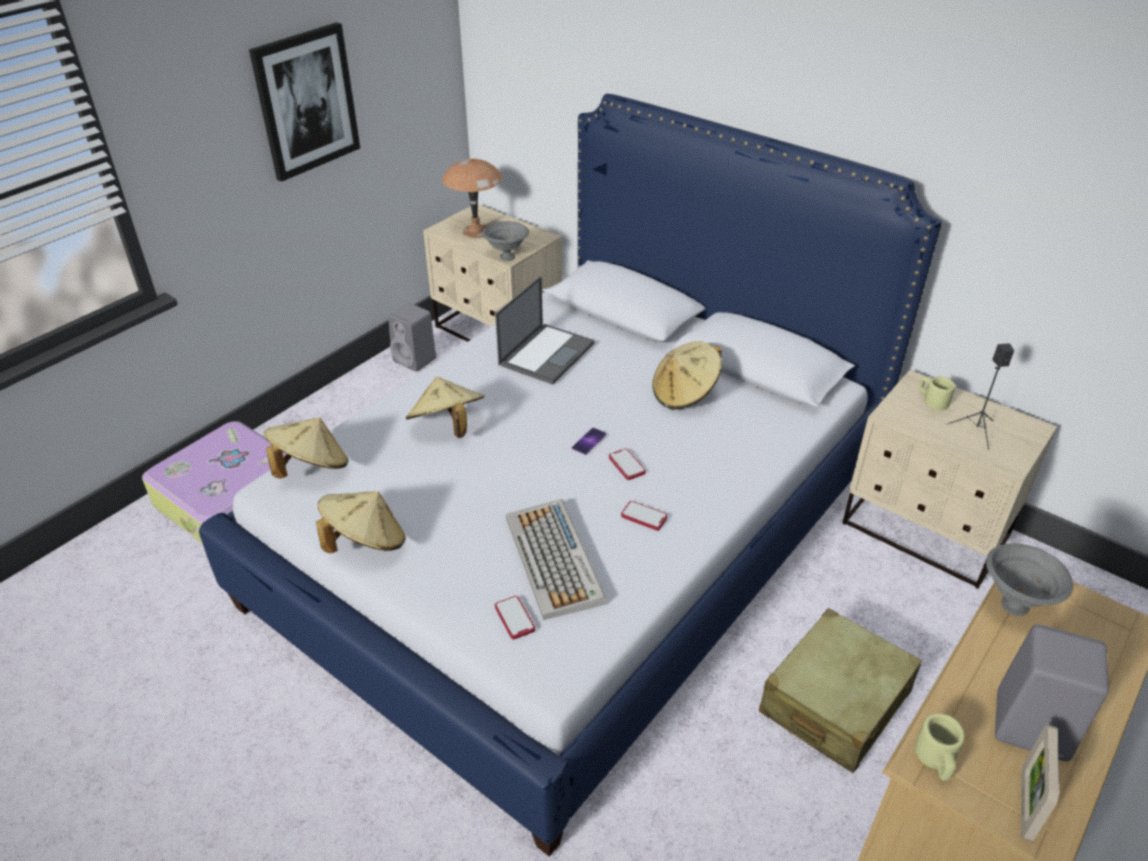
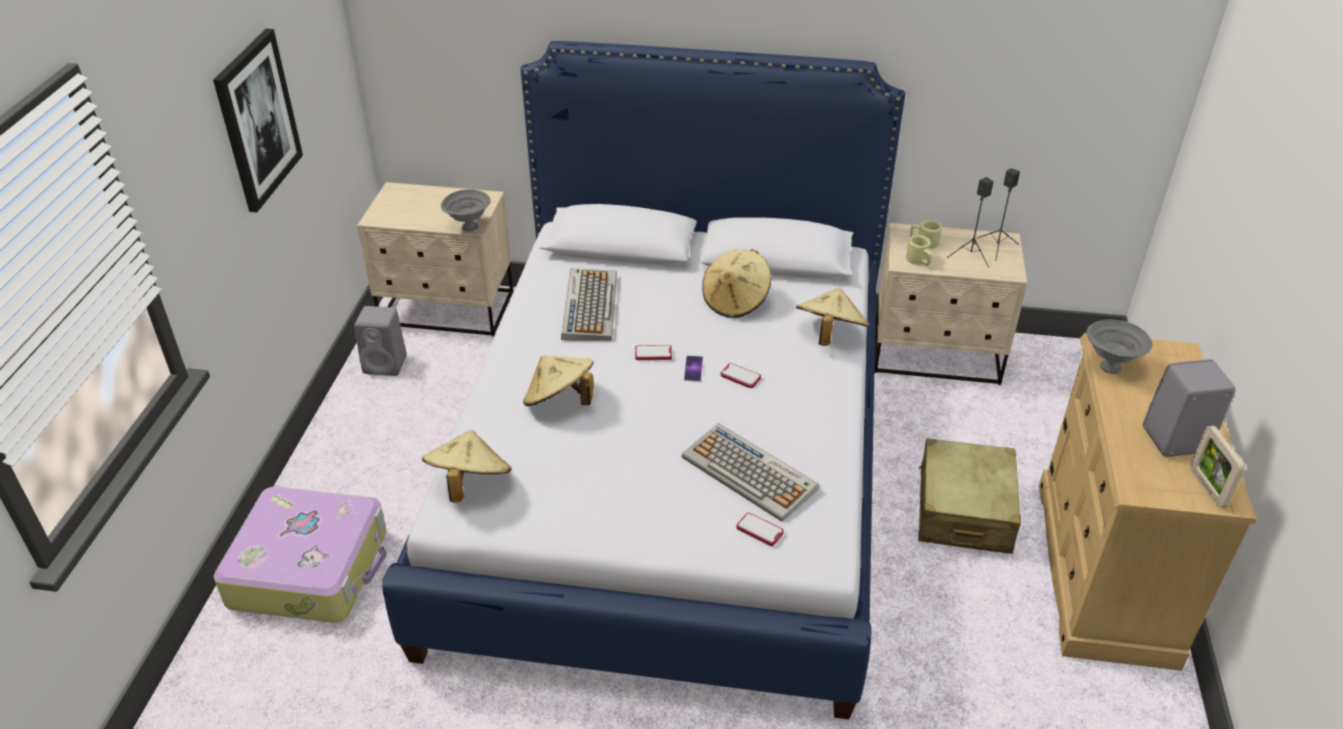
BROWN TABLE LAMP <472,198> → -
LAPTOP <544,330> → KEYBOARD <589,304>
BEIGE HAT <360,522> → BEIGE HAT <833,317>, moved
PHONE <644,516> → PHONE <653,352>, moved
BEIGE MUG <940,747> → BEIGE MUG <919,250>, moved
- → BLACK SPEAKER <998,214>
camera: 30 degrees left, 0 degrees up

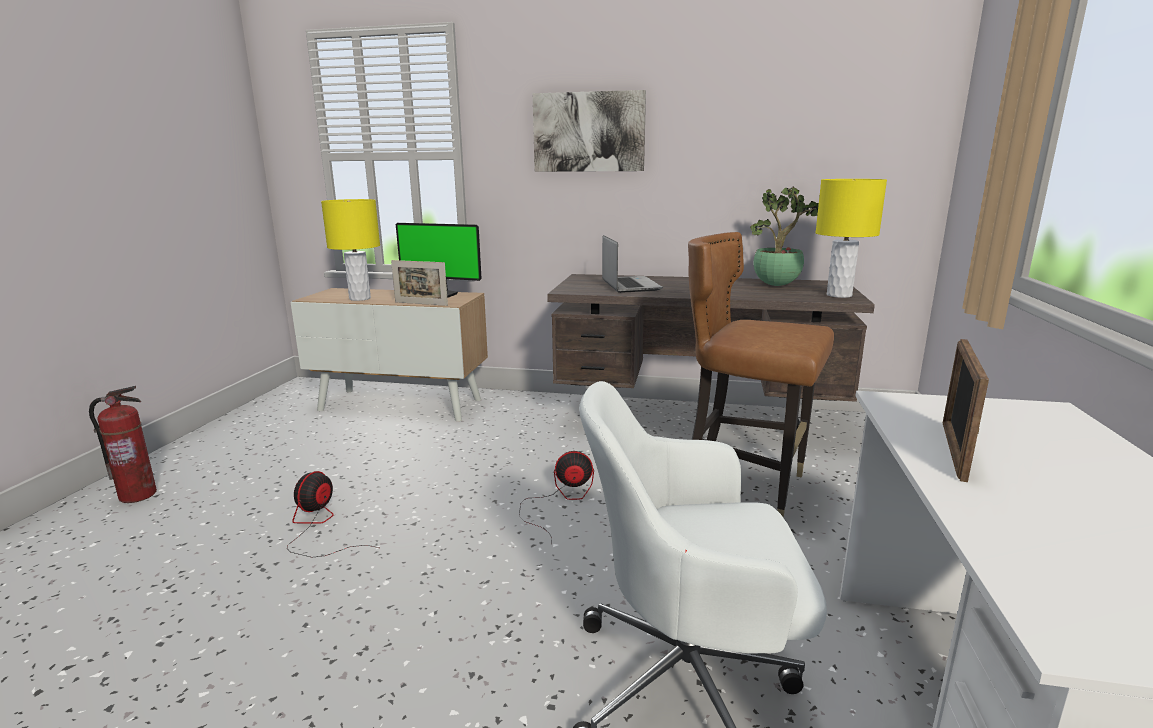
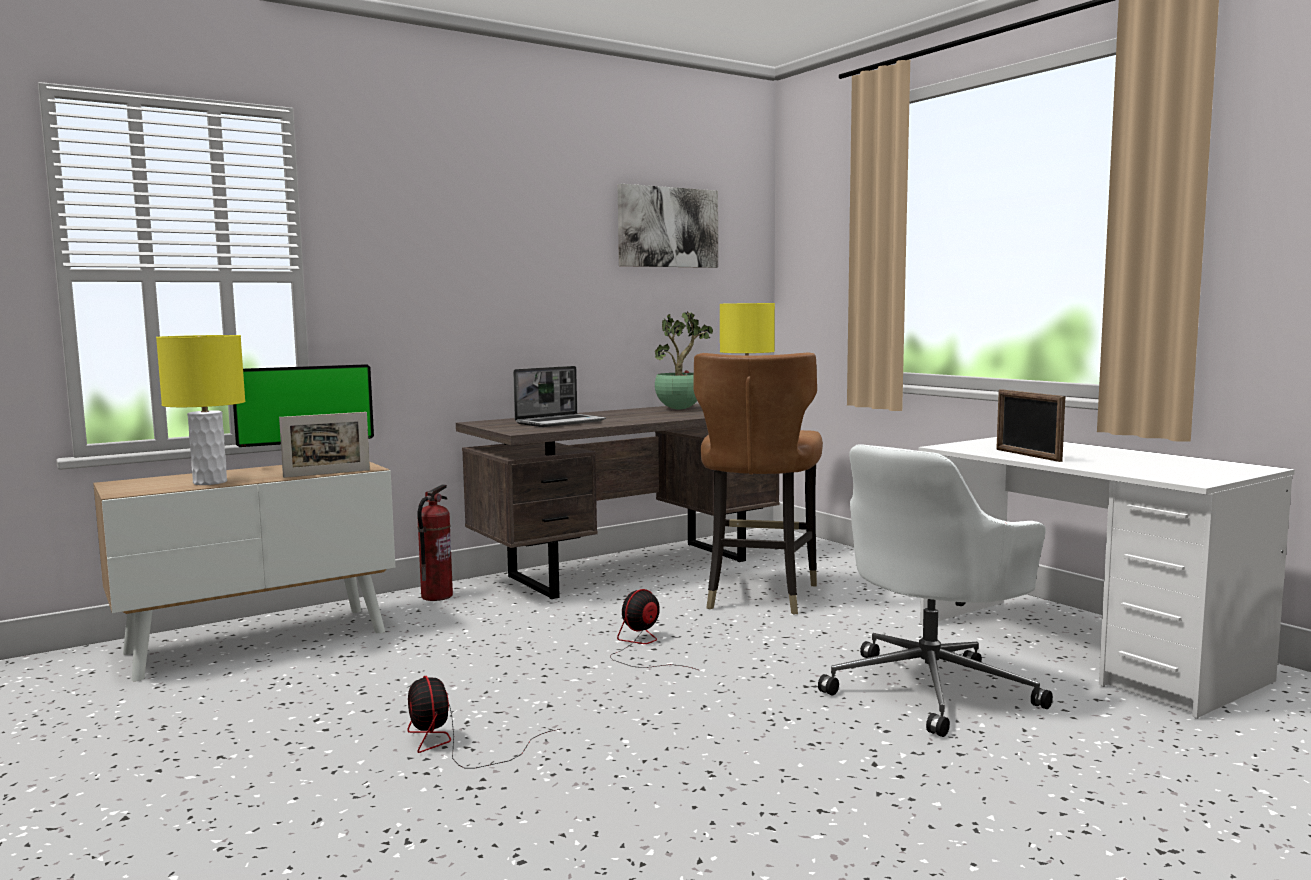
PICTURE <589,131> → PICTURE <668,226>, moved
BROWN CHAIR <761,375> → BROWN CHAIR <758,483>, 60 degrees counterclockwise
LAPTOP <632,264> → LAPTOP <559,396>, 105 degrees clockwise
FIRE EXTINGUISHER <123,444> → FIRE EXTINGUISHER <435,542>, moved
camera: 45 degrees left, 10 degrees down

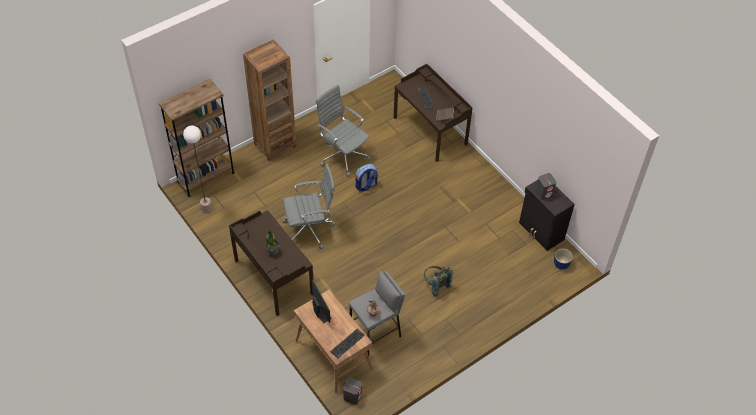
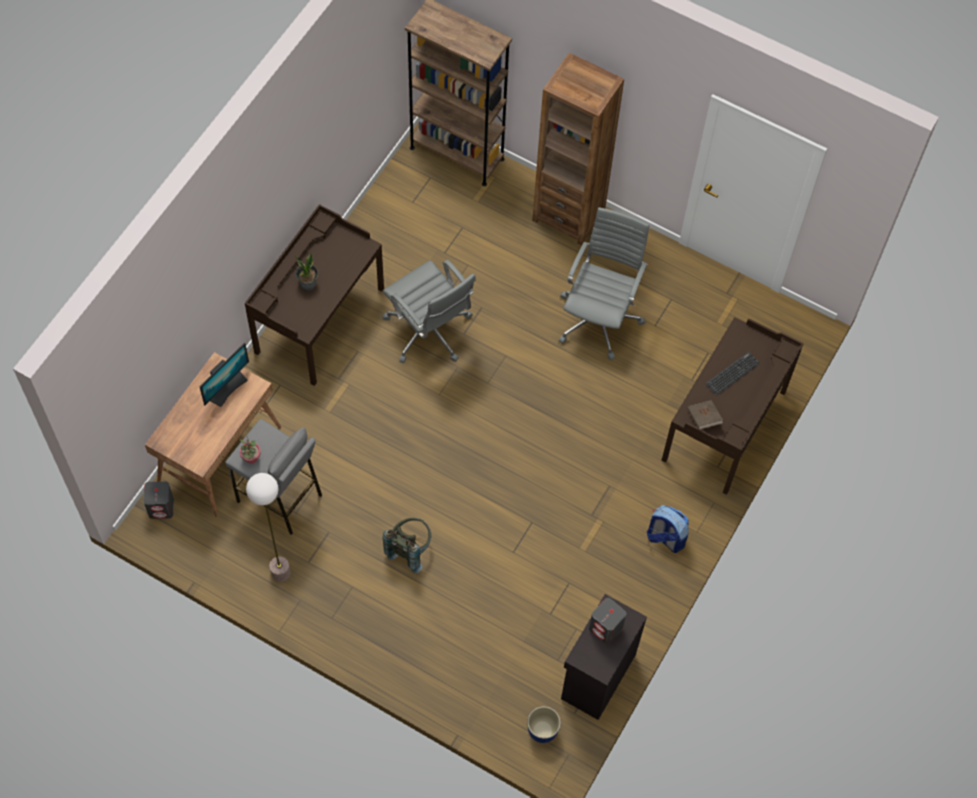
FLOOR LAMP <197,168> → FLOOR LAMP <268,527>, moved
BACKPACK <366,178> → BACKPACK <668,529>, moved
KEYBOARD <347,343> → -
camera: 65 degrees right, 10 degrees up

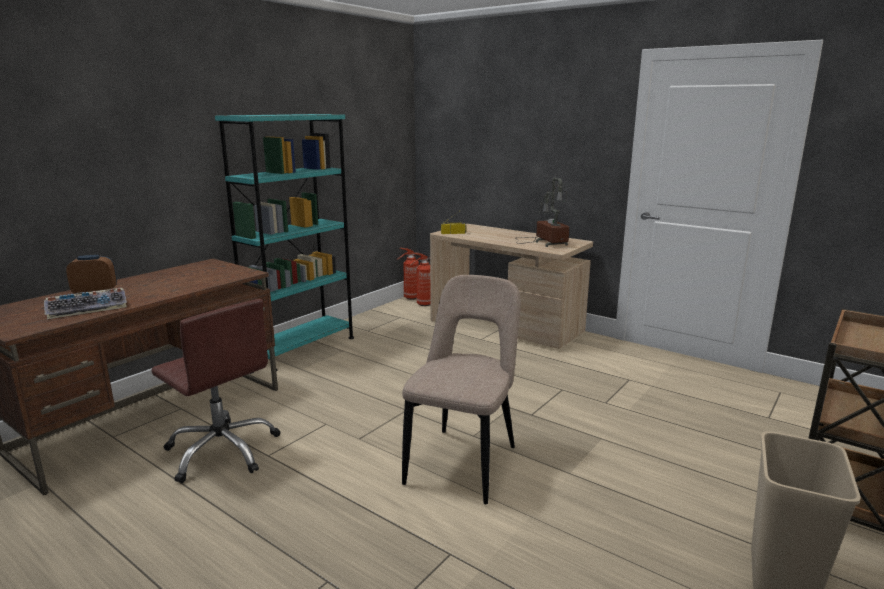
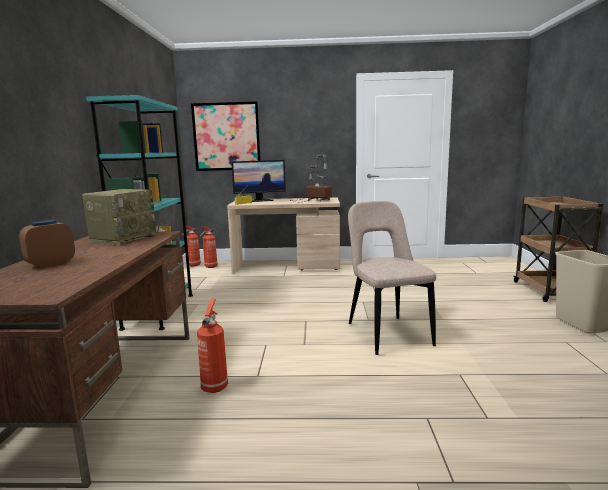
KEYBOARD <85,303> → -
BROWN OFFICE CHAIR <215,391> → FIRE EXTINGUISHER <212,346>
- → PICTURE <226,136>
- → MONITOR <258,181>
- → RADIO <120,217>
camera: 35 degrees left, 5 degrees down

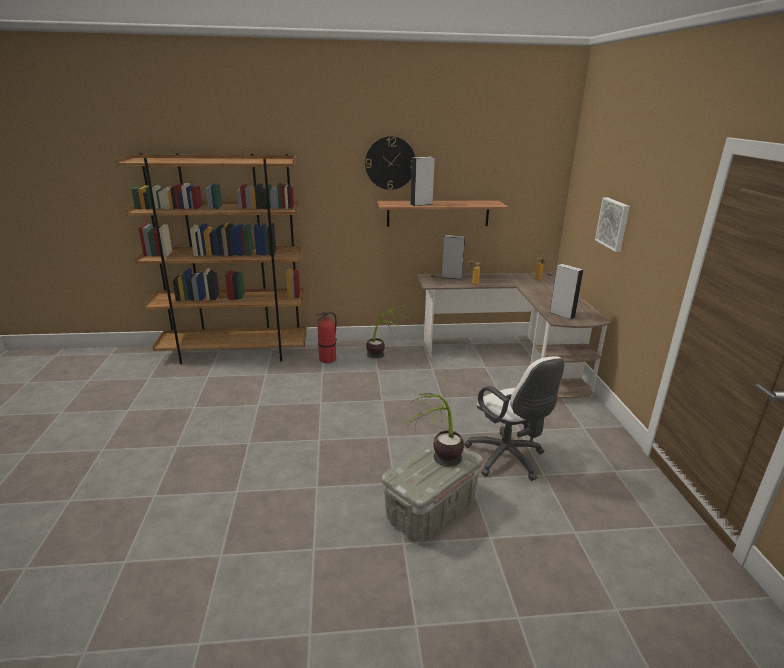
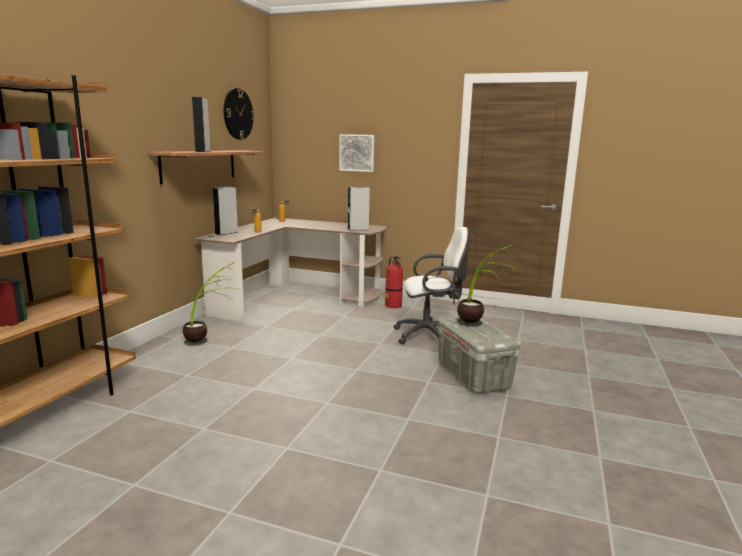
WALL CLOCK <390,163> → WALL CLOCK <239,114>, moved
FIRE EXTINGUISHER <326,337> → FIRE EXTINGUISHER <394,282>, moved
camera: 65 degrees left, 10 degrees down

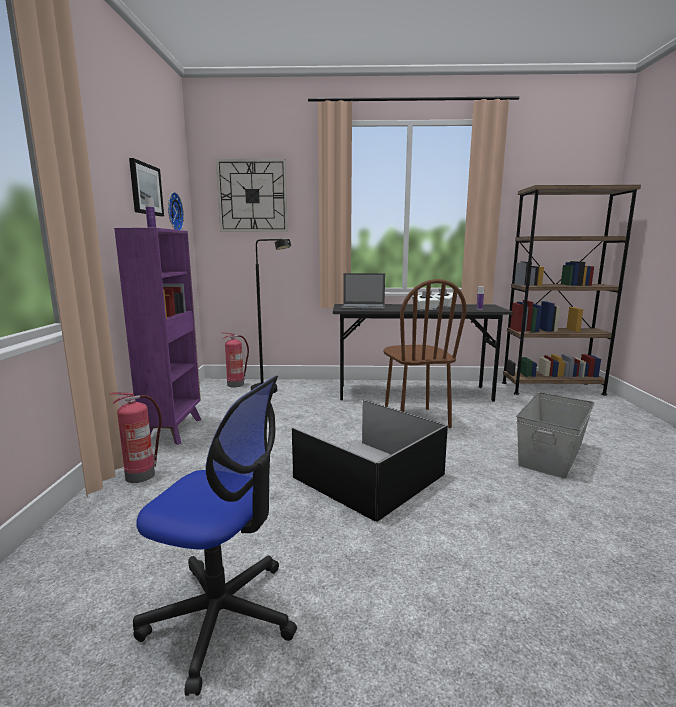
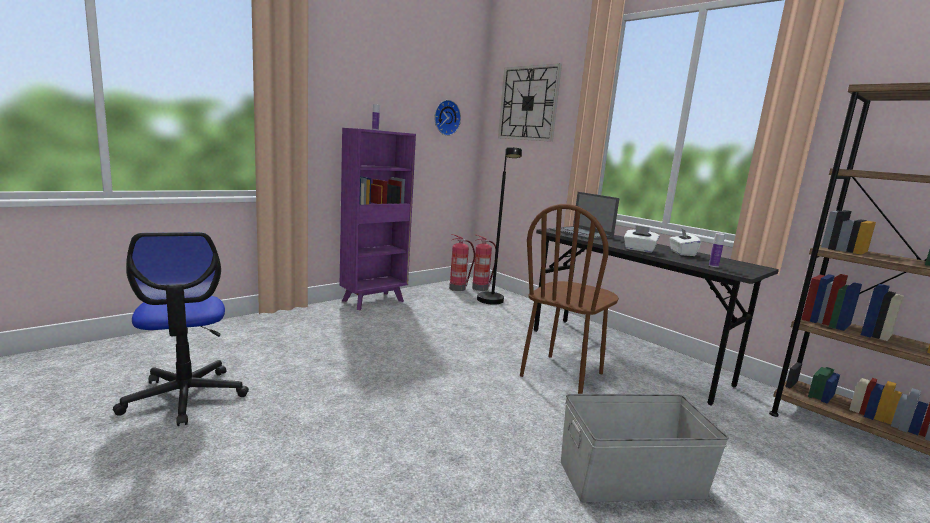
PICTURE <146,187> → -
FIRE EXTINGUISHER <135,438> → FIRE EXTINGUISHER <462,262>, moved
BLACK STORAGE BOX <370,461> → -
camera: 45 degrees right, 0 degrees up

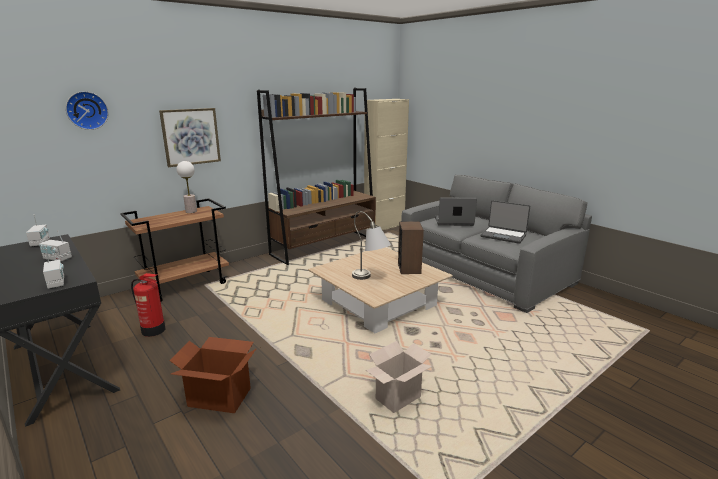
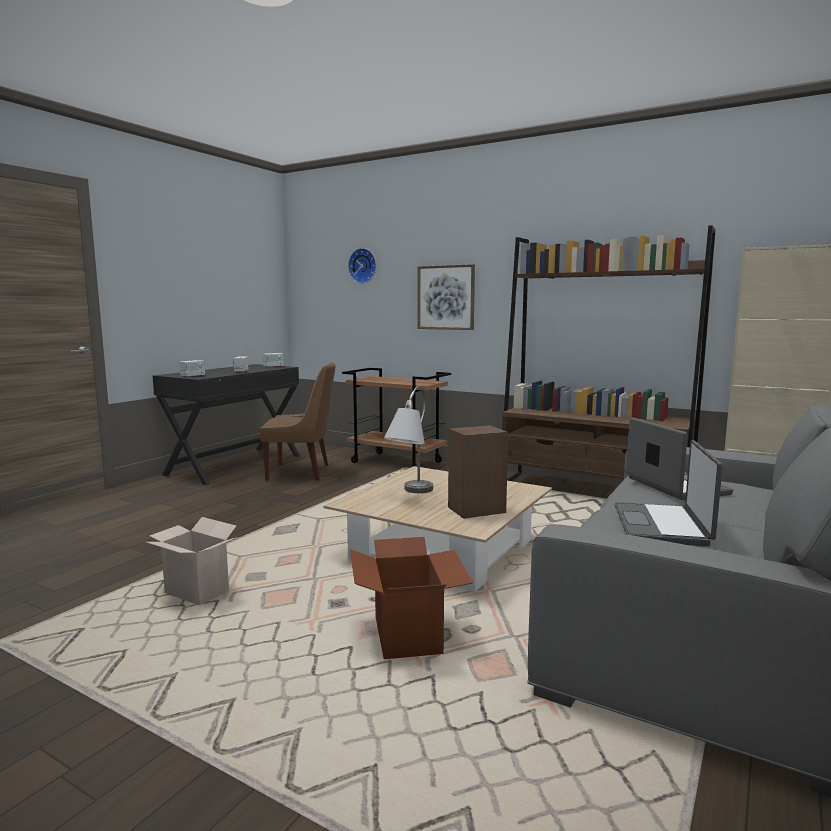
TABLE LAMP <187,187> → -
FIRE EXTINGUISHER <148,305> → BROWN CHAIR <297,421>
CARDBOARD BOX <213,375> → CARDBOARD BOX <411,598>, moved
camera: 70 degrees right, 10 degrees down

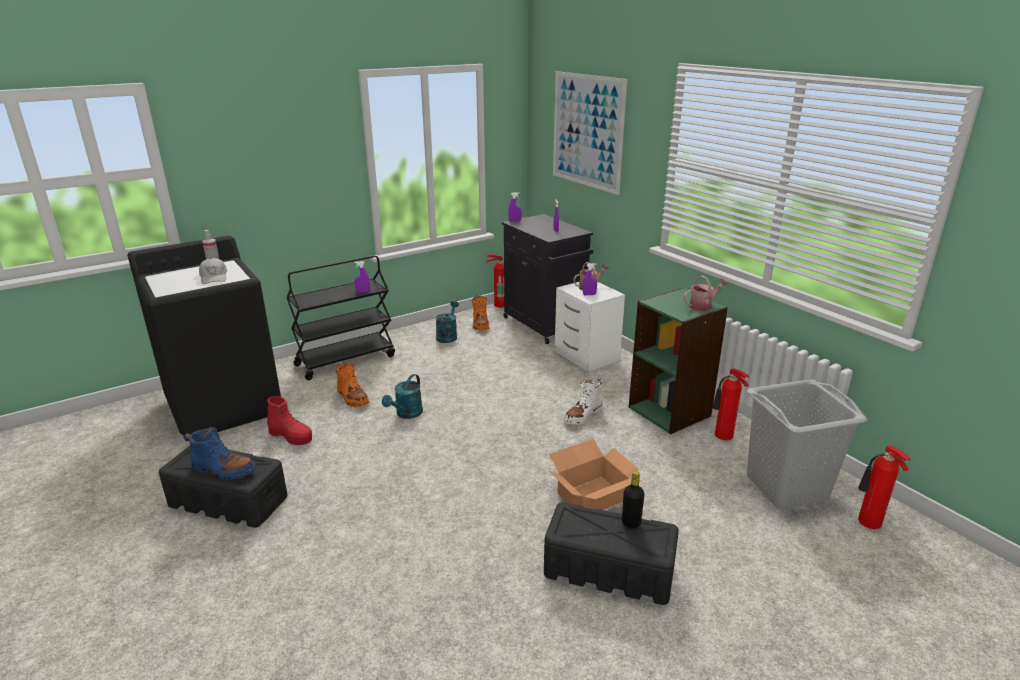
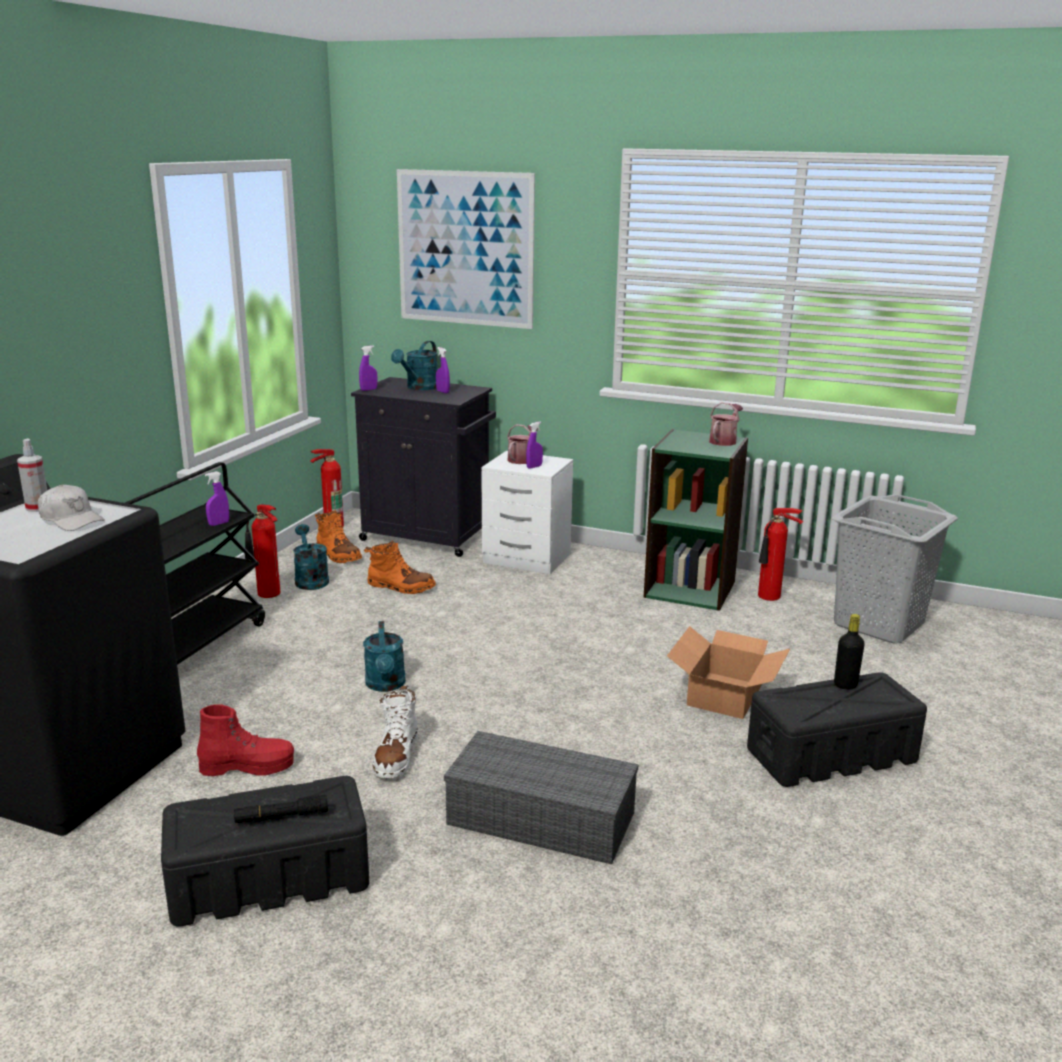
ORANGE BOOT <352,385> → ORANGE BOOT <400,567>, moved
WHITE BOOT <583,402> → WHITE BOOT <395,732>, moved
BLUE BOOT <219,453> → BLACK FLASHLIGHT <281,809>
FIRE EXTINGUISHER <884,487> → FIRE EXTINGUISHER <262,551>, moved
- → TURQUOISE WATERING CAN <414,365>
- → GREY STORAGE BOX <541,798>
camera: 35 degrees left, 5 degrees down

